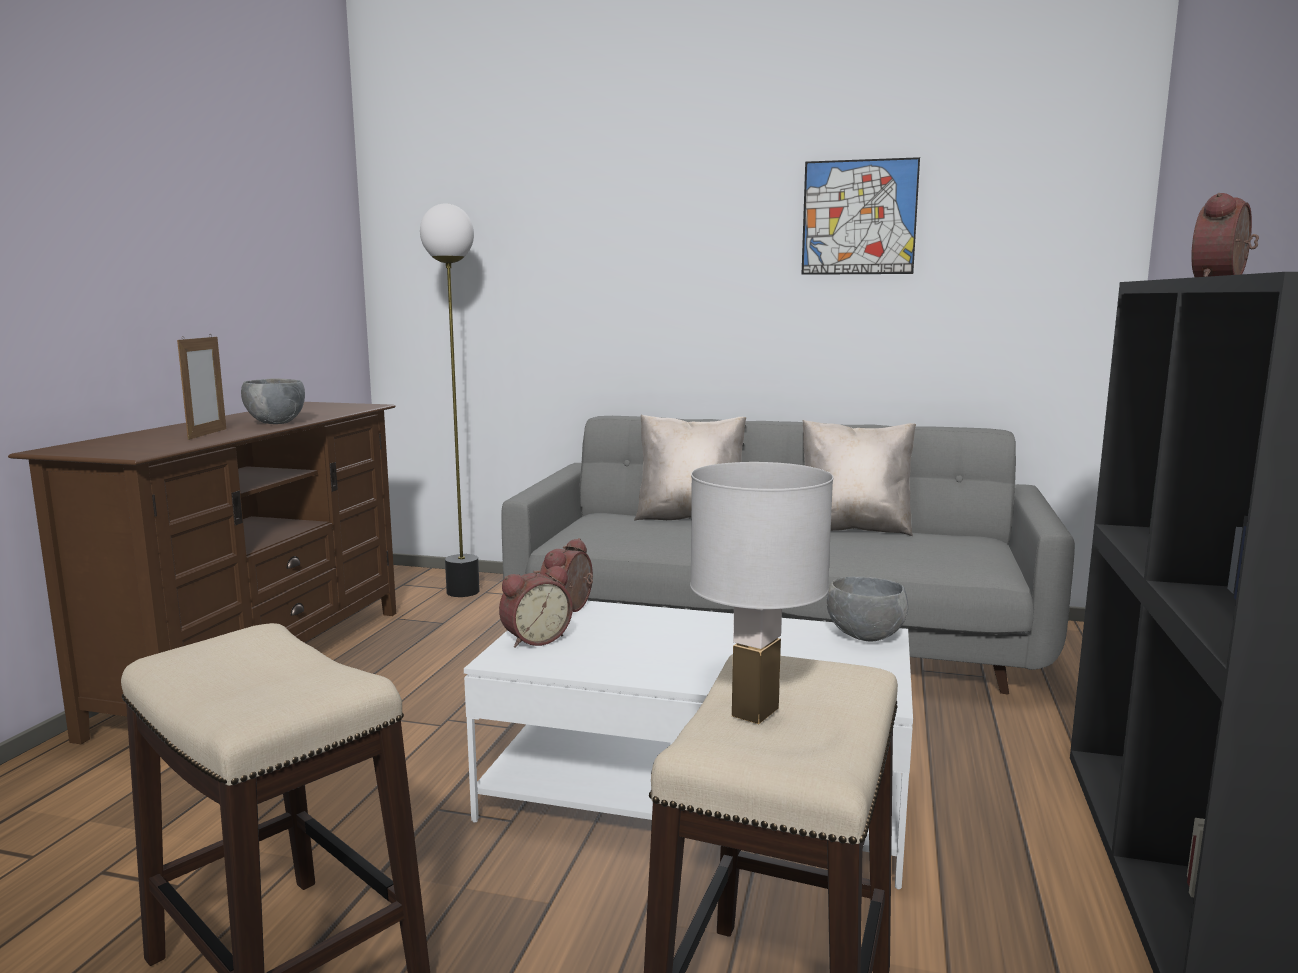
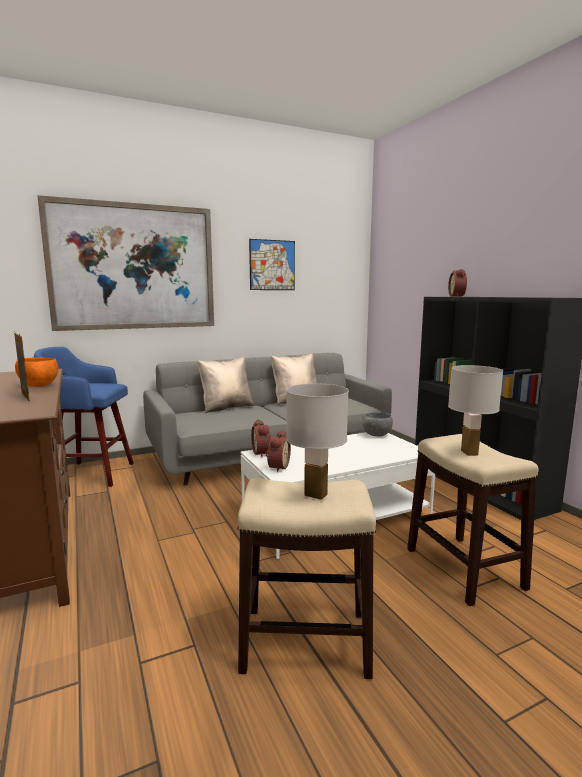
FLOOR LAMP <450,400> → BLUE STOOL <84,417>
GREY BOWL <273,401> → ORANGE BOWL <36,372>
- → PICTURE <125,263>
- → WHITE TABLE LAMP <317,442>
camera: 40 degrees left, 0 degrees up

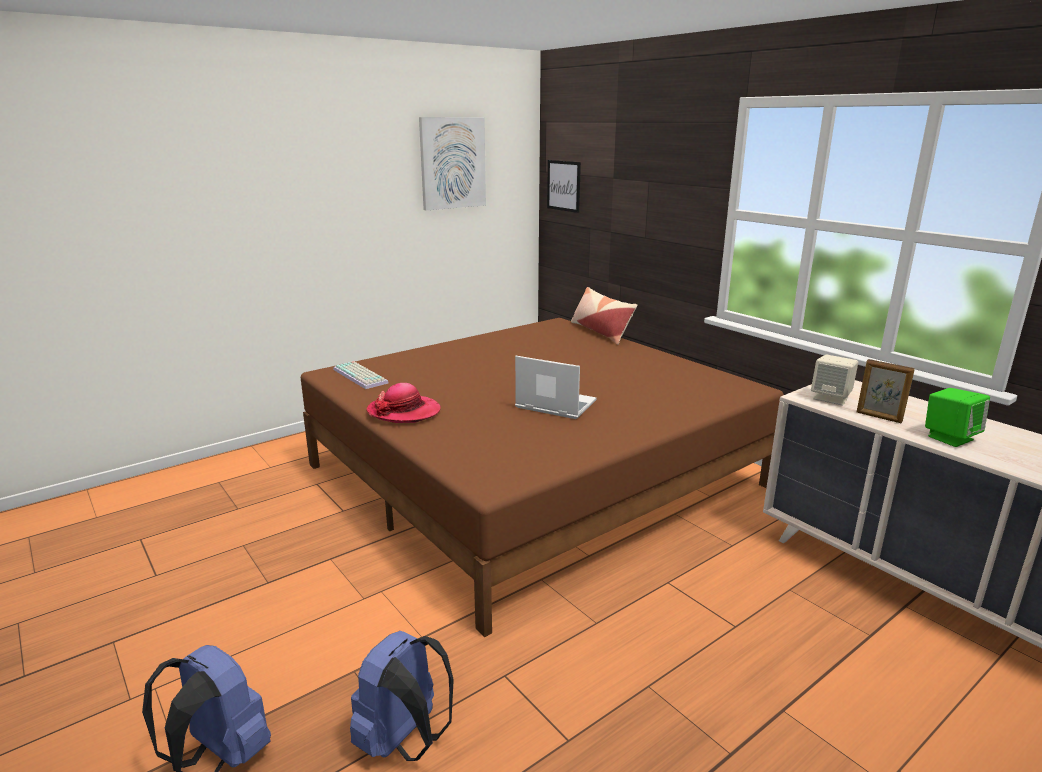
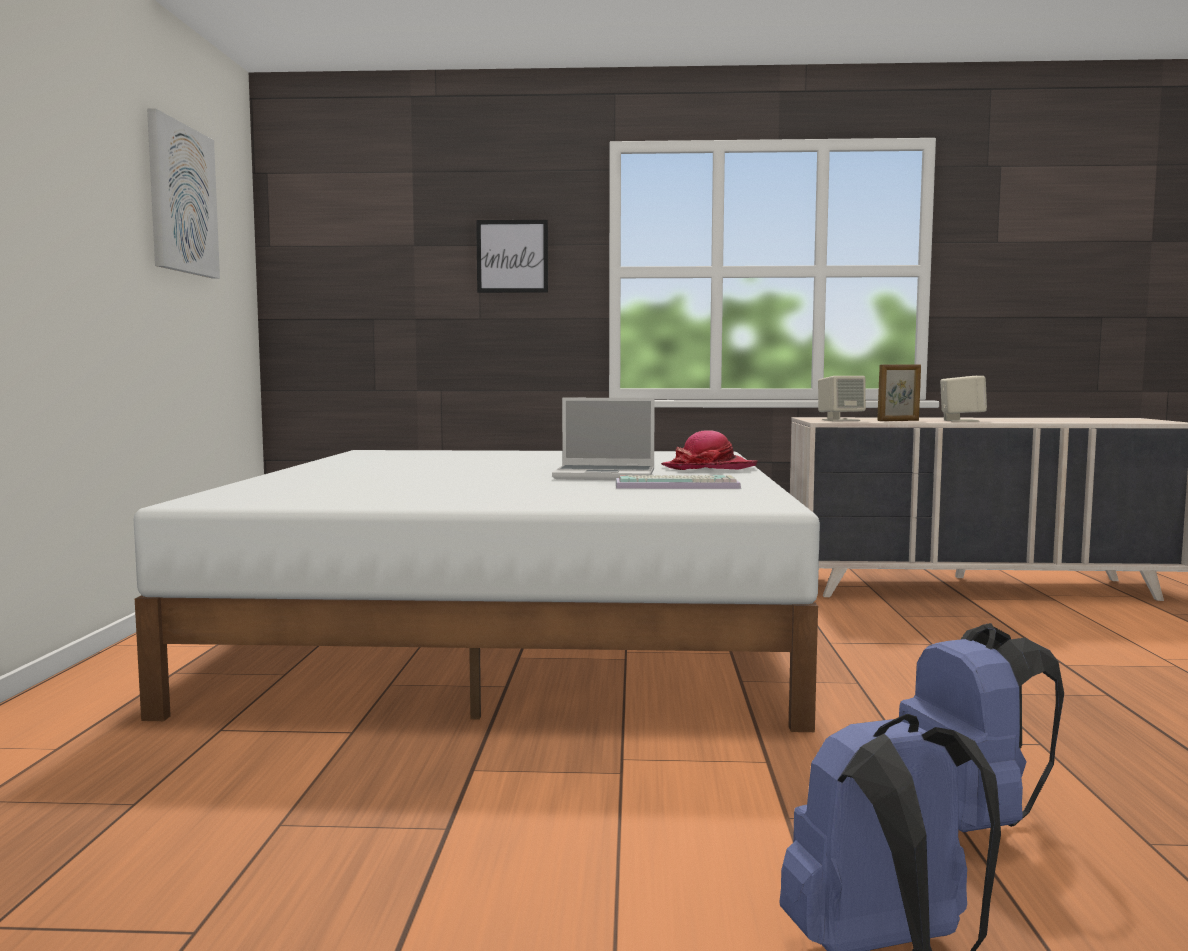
PICTURE <564,186> → PICTURE <512,256>, moved
PILLOW <604,316> → -
BROWN BED <542,478> → WHITE BED <477,591>
LAPTOP <556,387> → LAPTOP <603,439>, 150 degrees counterclockwise
KEYBOARD <360,375> → KEYBOARD <678,482>, moved
HAT <404,403> → HAT <709,450>, moved
GREEN SPEAKER <957,417> → BEIGE SPEAKER <963,399>
camera: 50 degrees left, 15 degrees down

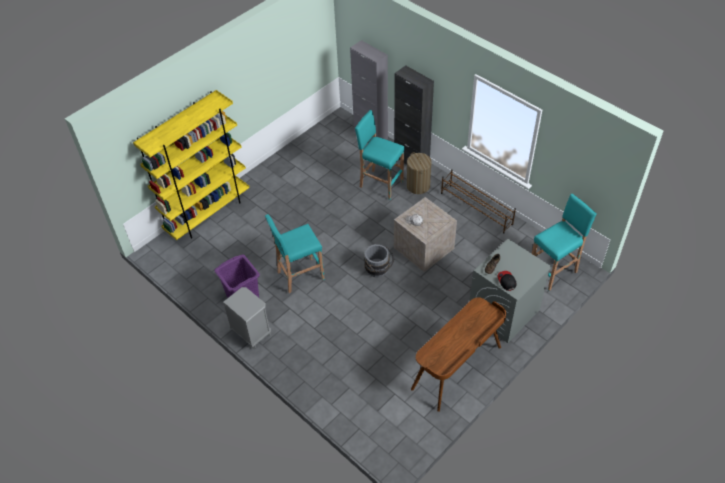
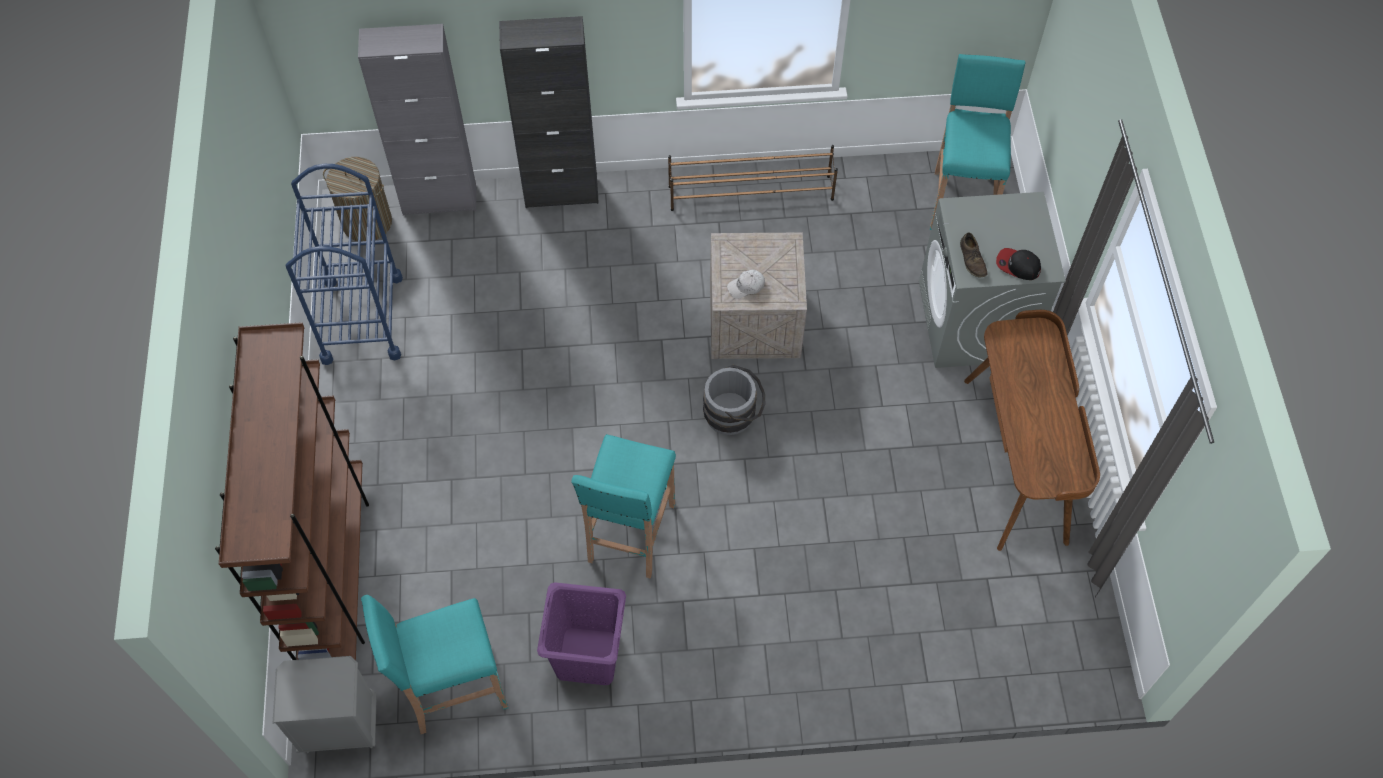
YELLOW BOOKCASE <191,165> → BROWN BOOKCASE <292,491>
TURQUOISE STOOL <380,155> → TURQUOISE STOOL <434,664>, moved
LAUNDRY BASKET <419,173> → LAUNDRY BASKET <357,199>, moved
GREY NIGHTSTAND <247,318> → GREY NIGHTSTAND <325,704>, moved
- → BLUE CART <344,264>
camera: 50 degrees left, 10 degrees up

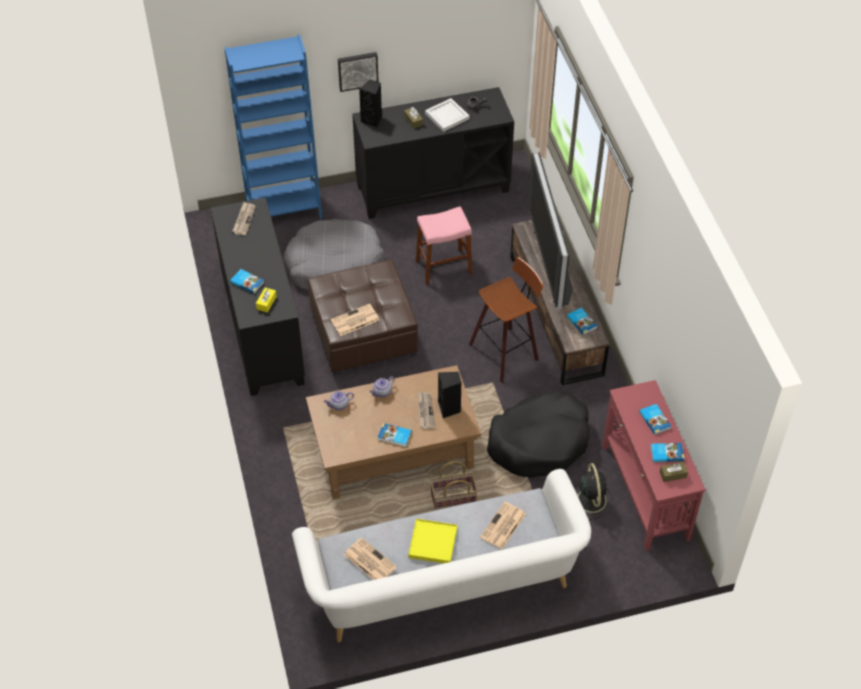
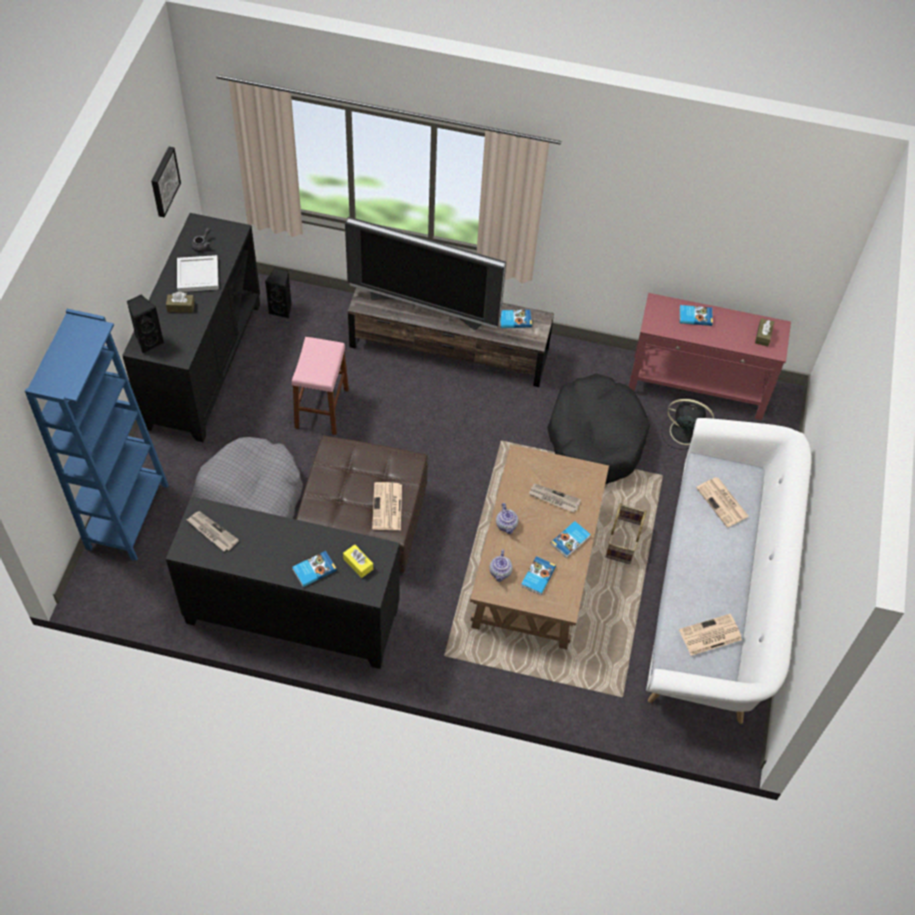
PICTURE <358,72> → PICTURE <166,182>, moved
STOOL <506,320> → -
BLACK SPEAKER <450,395> → BLACK SPEAKER <278,293>, moved
BOOK <667,452> → BOOK <538,575>, moved
YELLOW TRAY <432,541> → -
camera: 65 degrees left, 5 degrees up

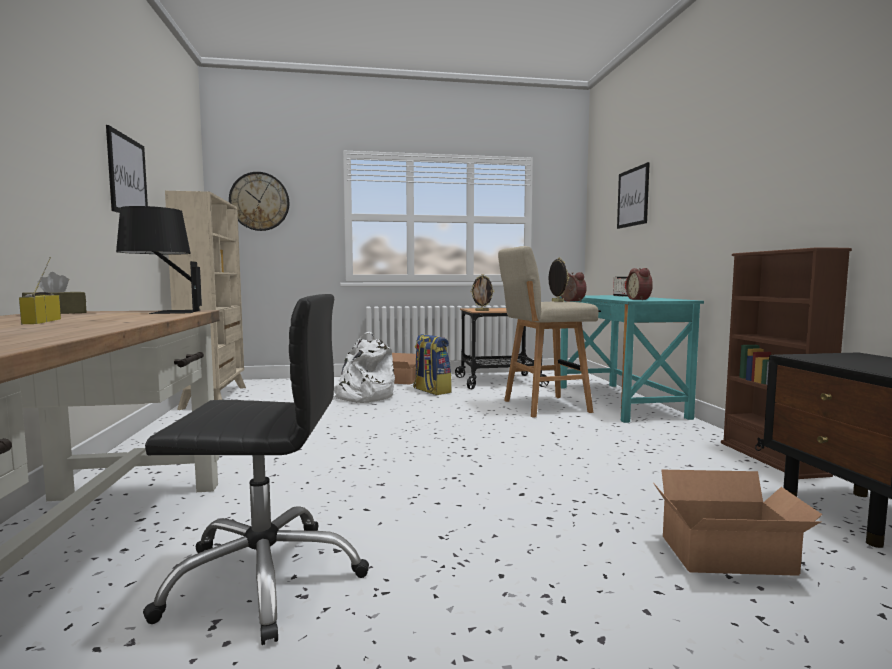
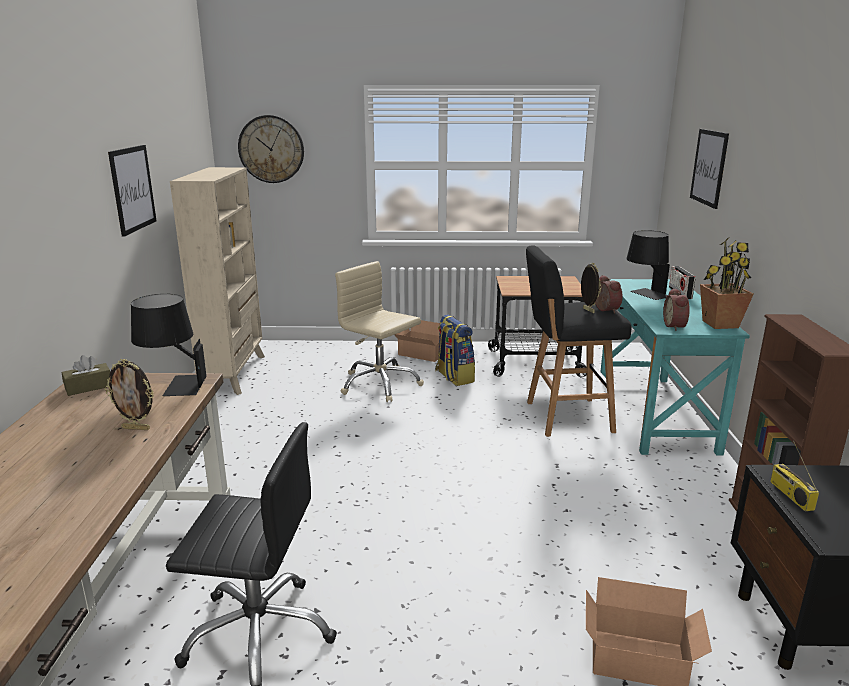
BEIGE STOOL <548,332> → BLACK STOOL <579,341>
RADIO <40,290> → RADIO <794,476>, moved
PICTURE FRAME <482,292> → PICTURE FRAME <129,394>, moved
WHITE BACKPACK <363,367> → BEIGE OFFICE CHAIR <379,331>
- → BLACK TABLE LAMP <648,265>
- → POTTED PLANT <727,283>
camera: 10 degrees right, 15 degrees up

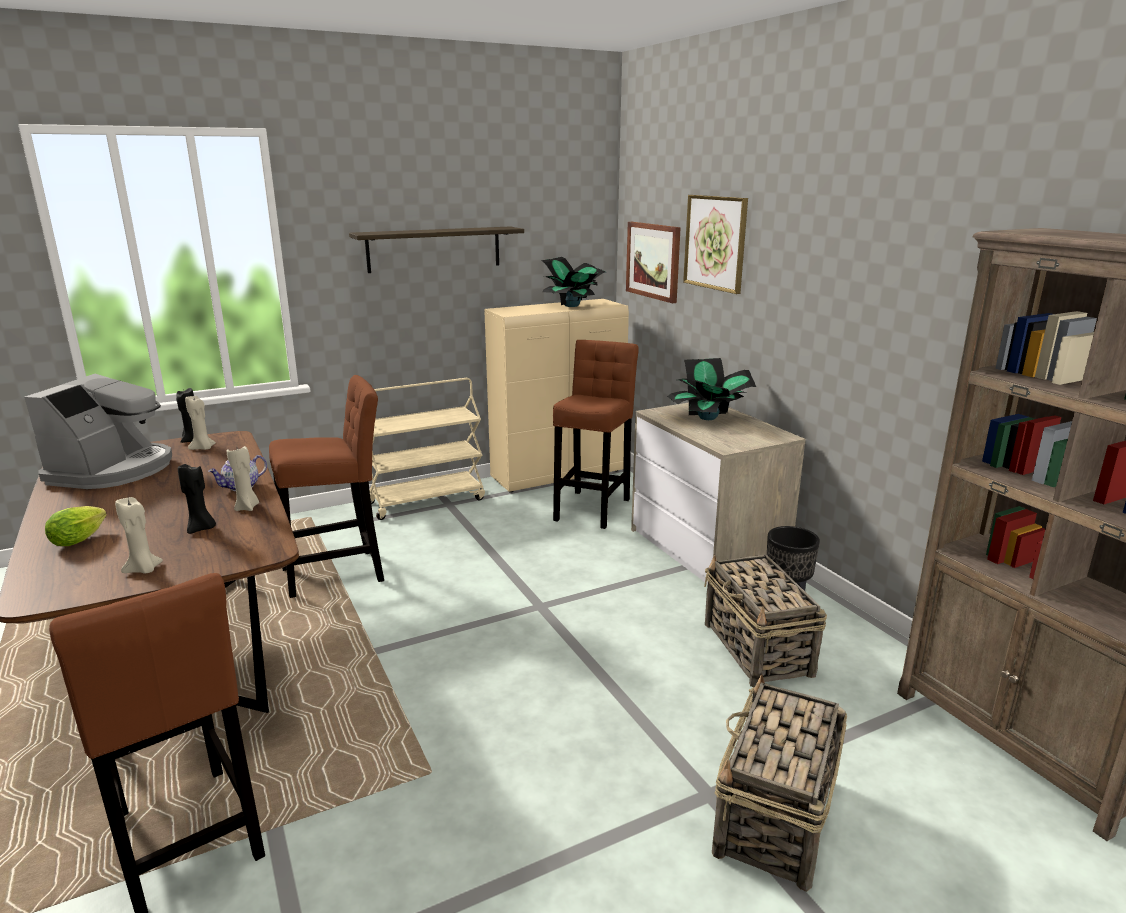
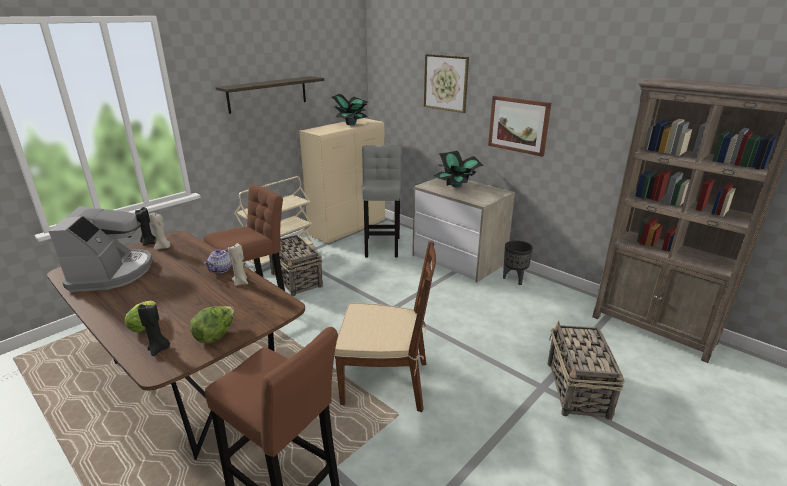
PICTURE <653,262> → PICTURE <519,126>, moved
BROWN STOOL <596,434> → GREY STOOL <381,201>
BLACK CANDLE <197,499> → BLACK CANDLE <154,330>, moved
BEIGE CANDLE <139,535> → LETTUCE <212,325>
BASKET <765,621> → BASKET <296,265>, moved
- → BROWN CHAIR <385,326>
camera: 20 degrees left, 5 degrees up

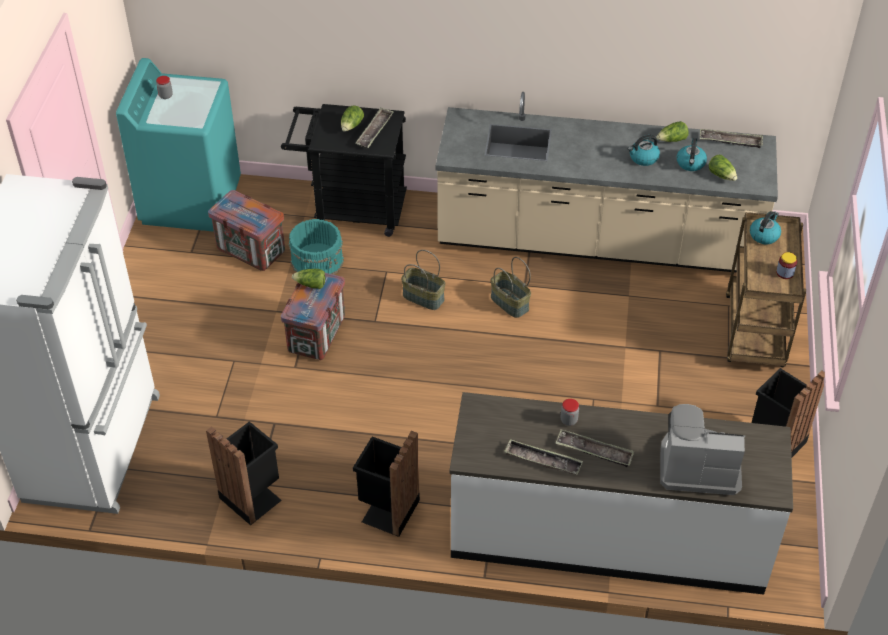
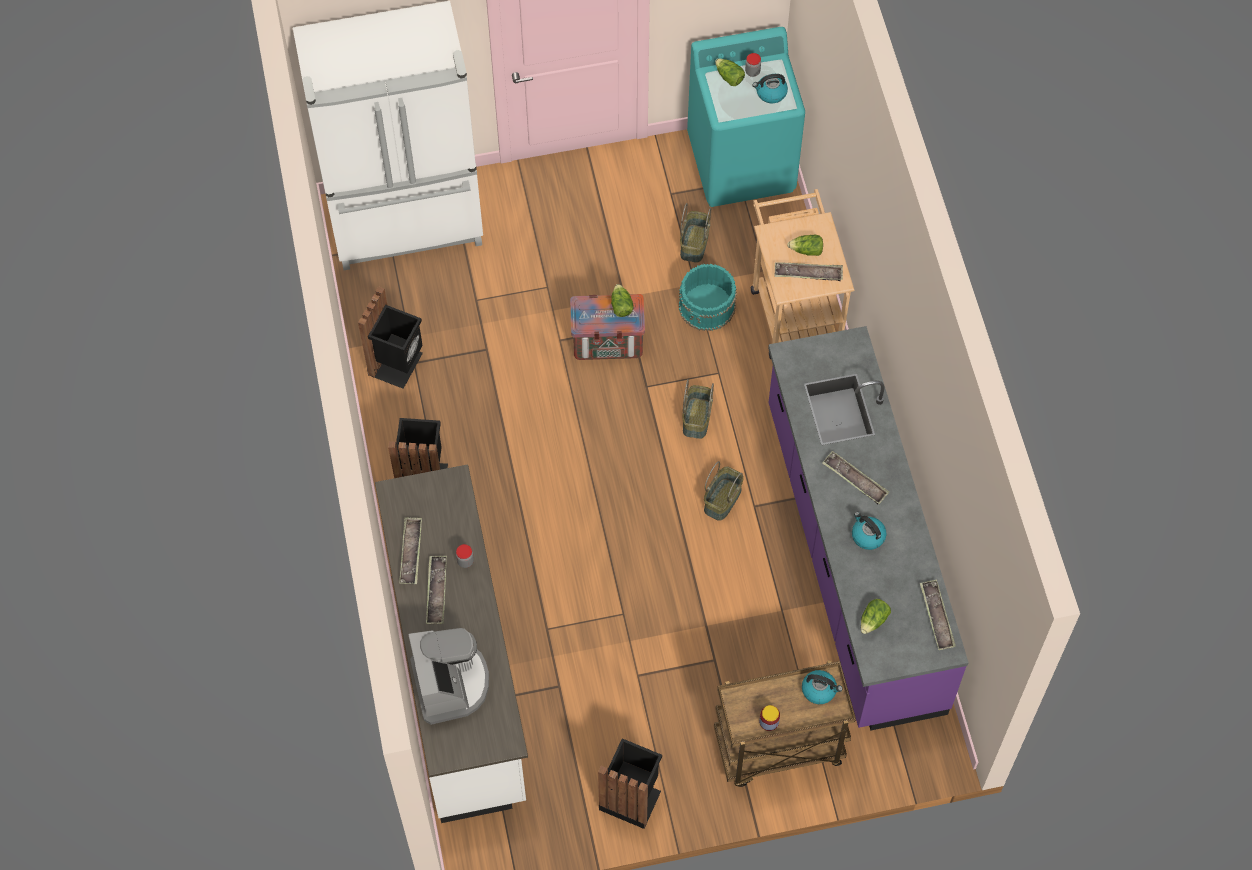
BEIGE COUNTER <607,182> → PURPLE COUNTER <868,528>
BLACK CART <344,170> → BEIGE CART <802,274>
LETTUCE <672,131> → LETTUCE <730,72>, moved
KETTLE <692,154> → KETTLE <770,88>, moved
CRATE <246,230> → BASKET <695,233>
- → TRAY <855,477>
camera: 70 degrees right, 15 degrees up

